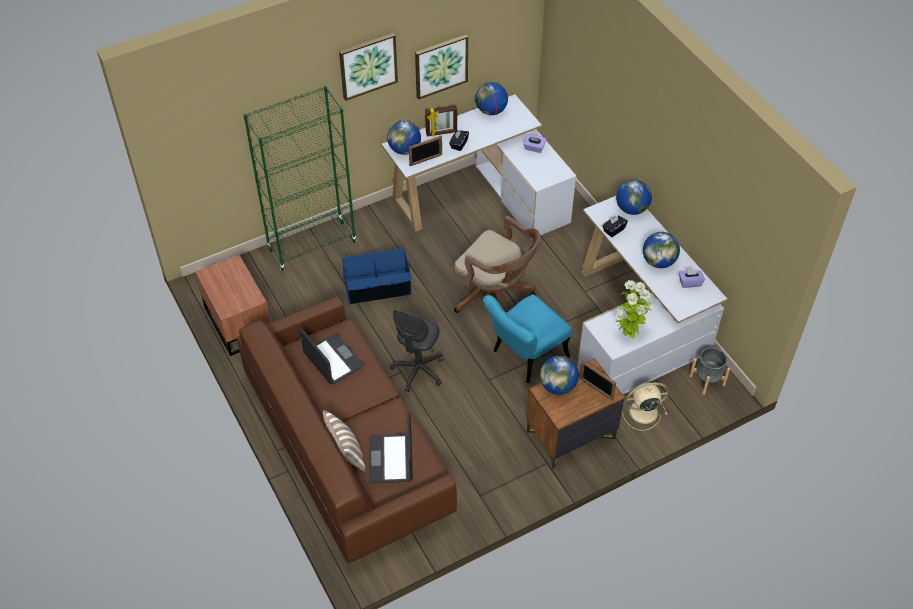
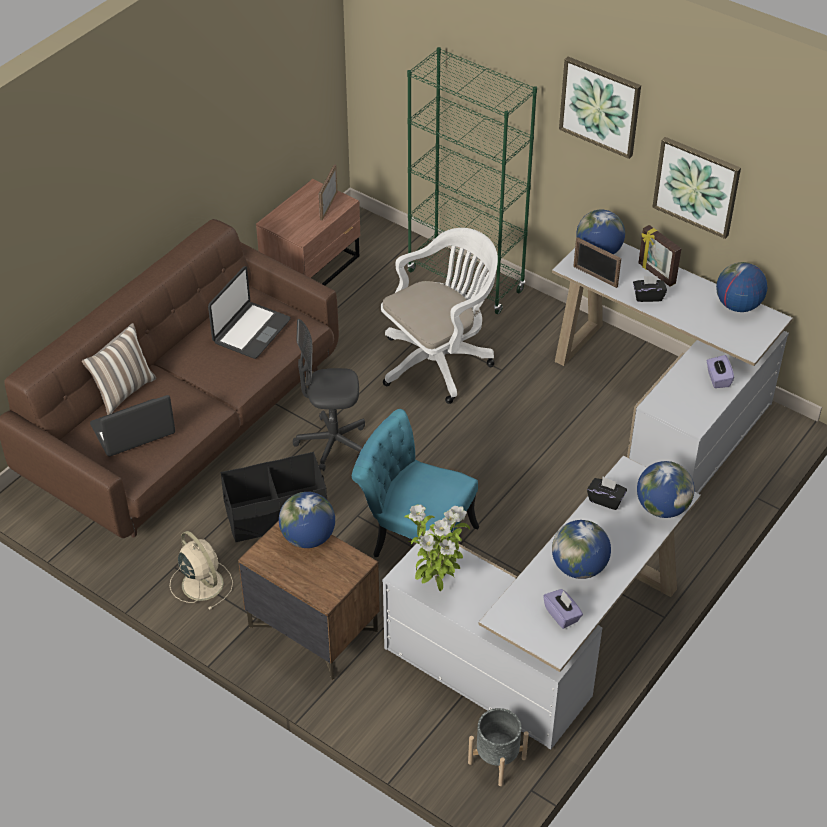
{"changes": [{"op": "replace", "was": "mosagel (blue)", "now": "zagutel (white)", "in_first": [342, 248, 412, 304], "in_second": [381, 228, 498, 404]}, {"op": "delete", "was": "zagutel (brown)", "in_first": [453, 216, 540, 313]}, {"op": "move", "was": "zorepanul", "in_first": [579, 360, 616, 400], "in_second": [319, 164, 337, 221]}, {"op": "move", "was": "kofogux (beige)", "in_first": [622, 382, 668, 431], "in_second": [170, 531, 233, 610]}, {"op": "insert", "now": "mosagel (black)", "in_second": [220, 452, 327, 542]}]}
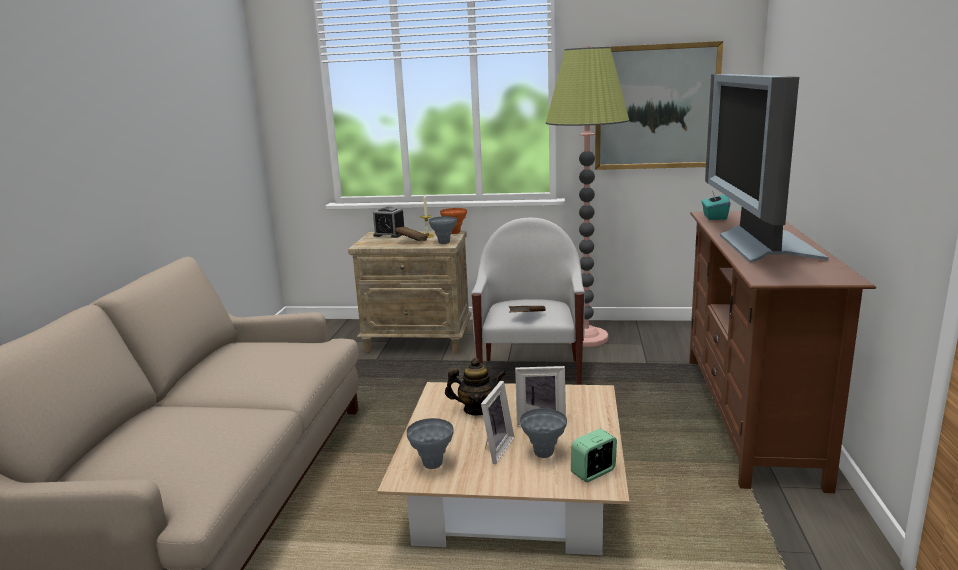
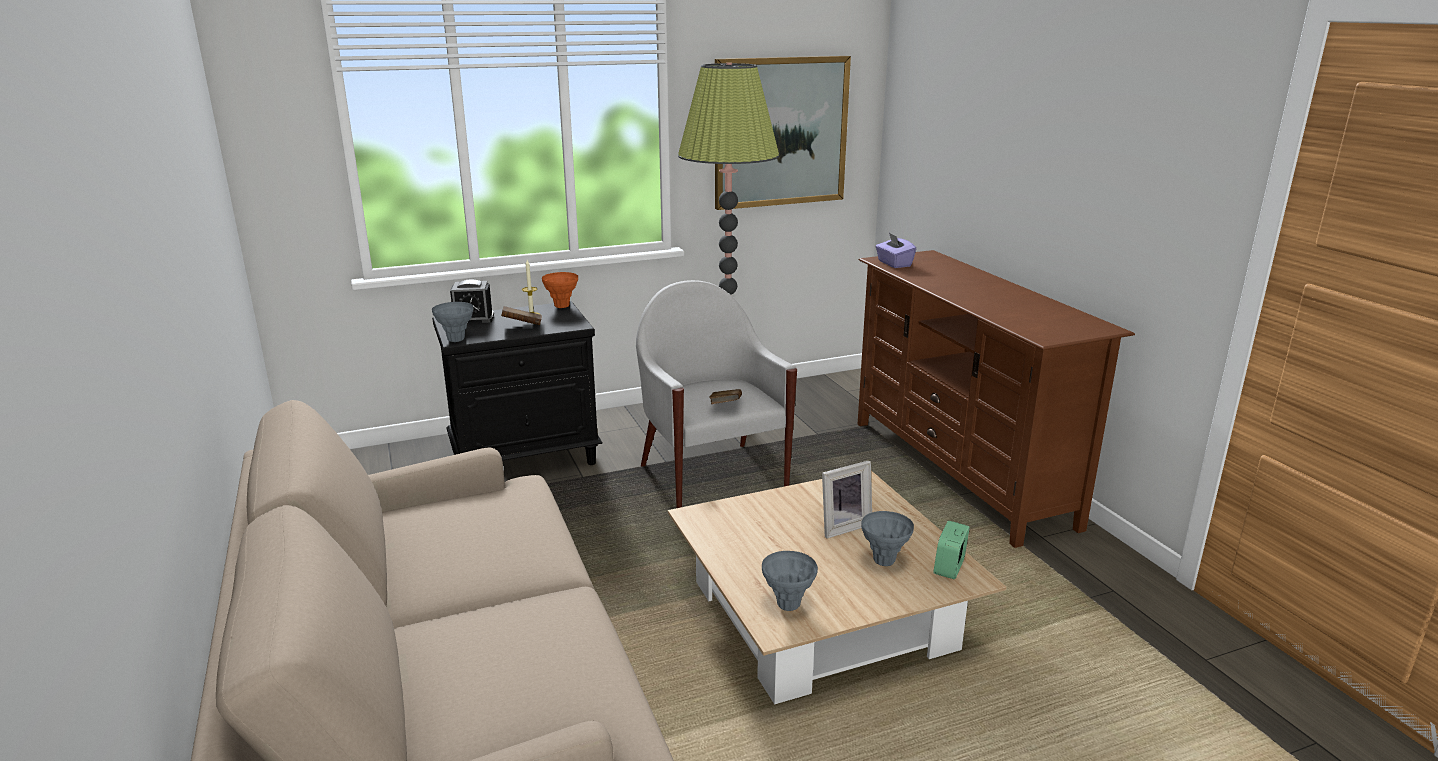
{"changes": [{"op": "recolor", "was": "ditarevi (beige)", "now": "ditarevi (black)", "in_first": [348, 231, 472, 354], "in_second": [432, 301, 603, 465]}, {"op": "move", "was": "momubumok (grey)", "in_first": [429, 216, 457, 244], "in_second": [432, 302, 473, 342]}, {"op": "delete", "was": "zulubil", "in_first": [445, 358, 507, 416]}, {"op": "delete", "was": "zorepanul", "in_first": [481, 381, 514, 464]}, {"op": "recolor", "was": "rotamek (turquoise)", "now": "rotamek (purple)", "in_first": [702, 190, 730, 220], "in_second": [876, 233, 916, 268]}, {"op": "delete", "was": "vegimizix", "in_first": [705, 74, 829, 263]}]}
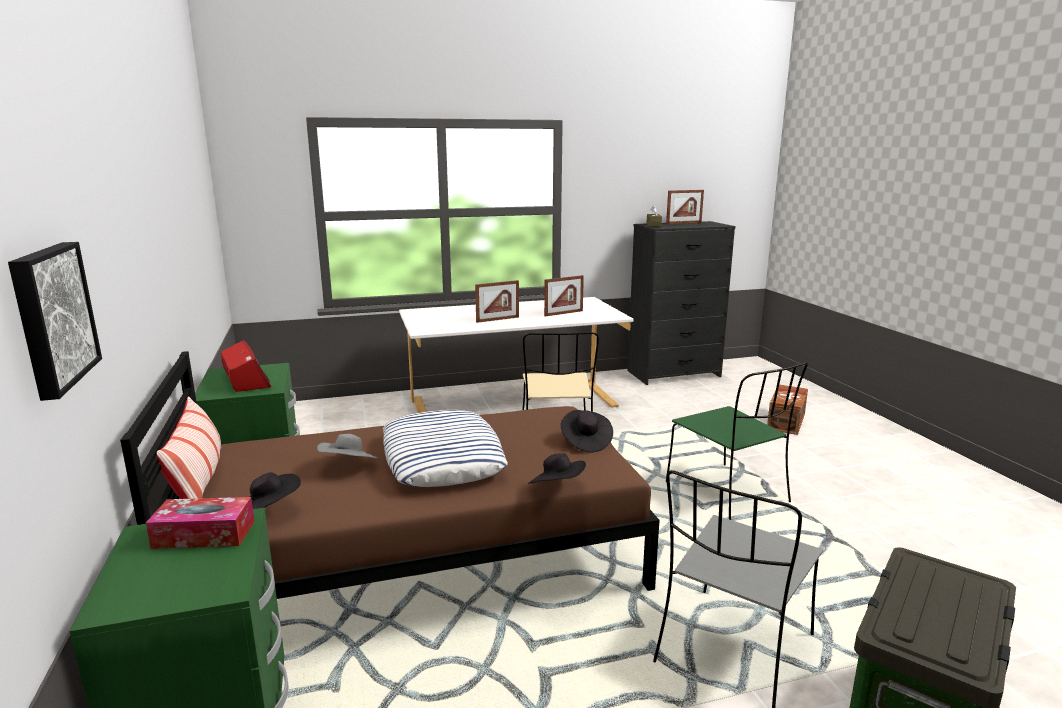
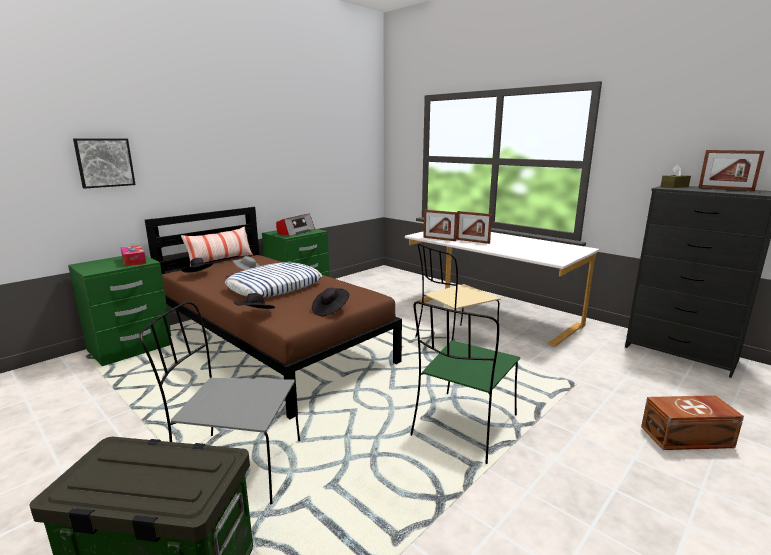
{"changes": [{"op": "move", "was": "zorepanul", "in_first": [544, 275, 584, 317], "in_second": [423, 210, 458, 241]}]}
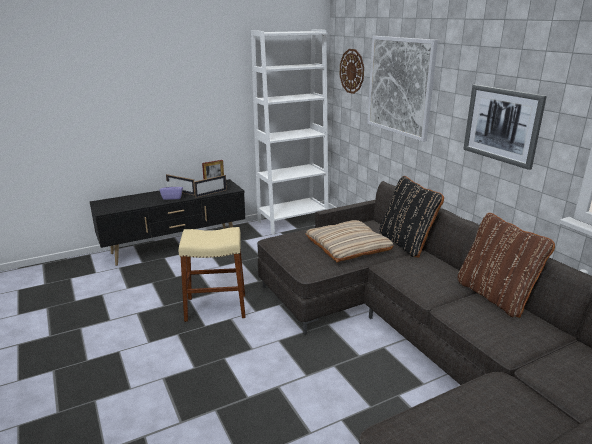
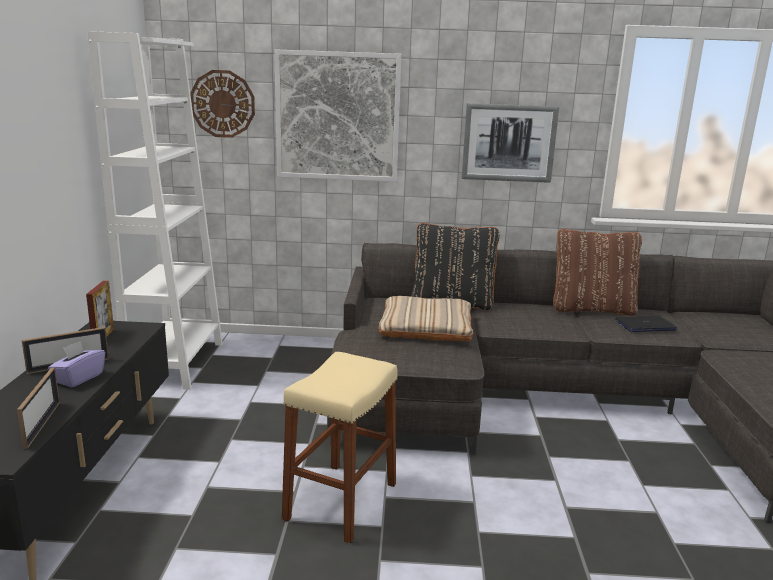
{"changes": [{"op": "move", "was": "zorepanul", "in_first": [194, 175, 227, 198], "in_second": [17, 367, 60, 449]}, {"op": "insert", "now": "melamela", "in_second": [615, 316, 677, 332]}]}
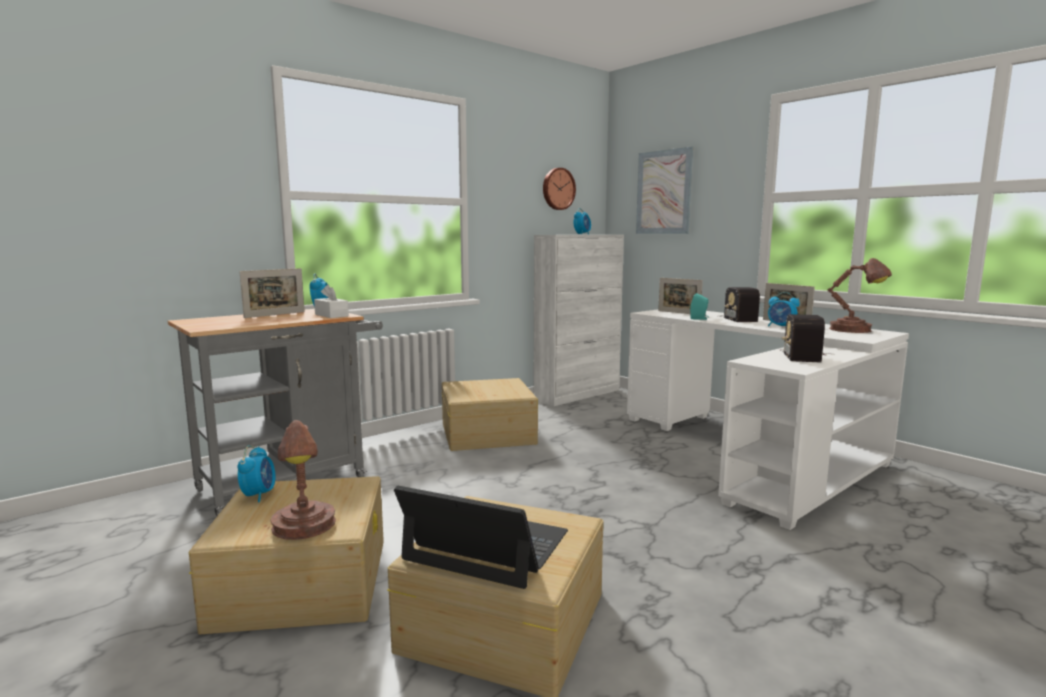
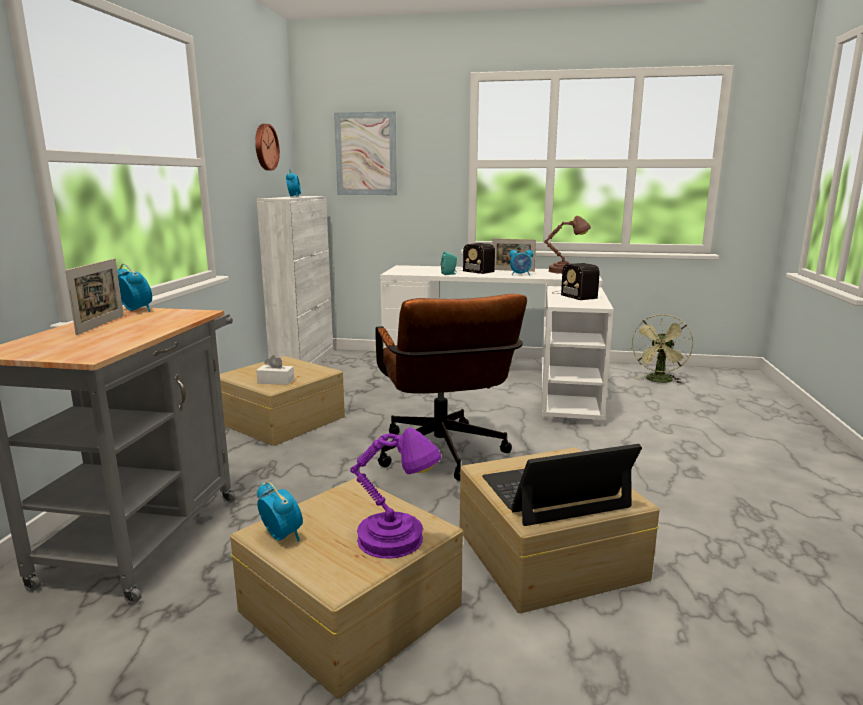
{"changes": [{"op": "recolor", "was": "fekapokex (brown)", "now": "fekapokex (purple)", "in_first": [271, 420, 336, 540], "in_second": [350, 428, 441, 559]}, {"op": "move", "was": "rotamek (white)", "in_first": [314, 285, 349, 318], "in_second": [256, 355, 294, 385]}, {"op": "delete", "was": "zorepanul", "in_first": [658, 278, 703, 314]}, {"op": "insert", "now": "zagutel (brown)", "in_second": [375, 294, 527, 481]}, {"op": "insert", "now": "kofogux (green)", "in_second": [631, 314, 693, 384]}]}
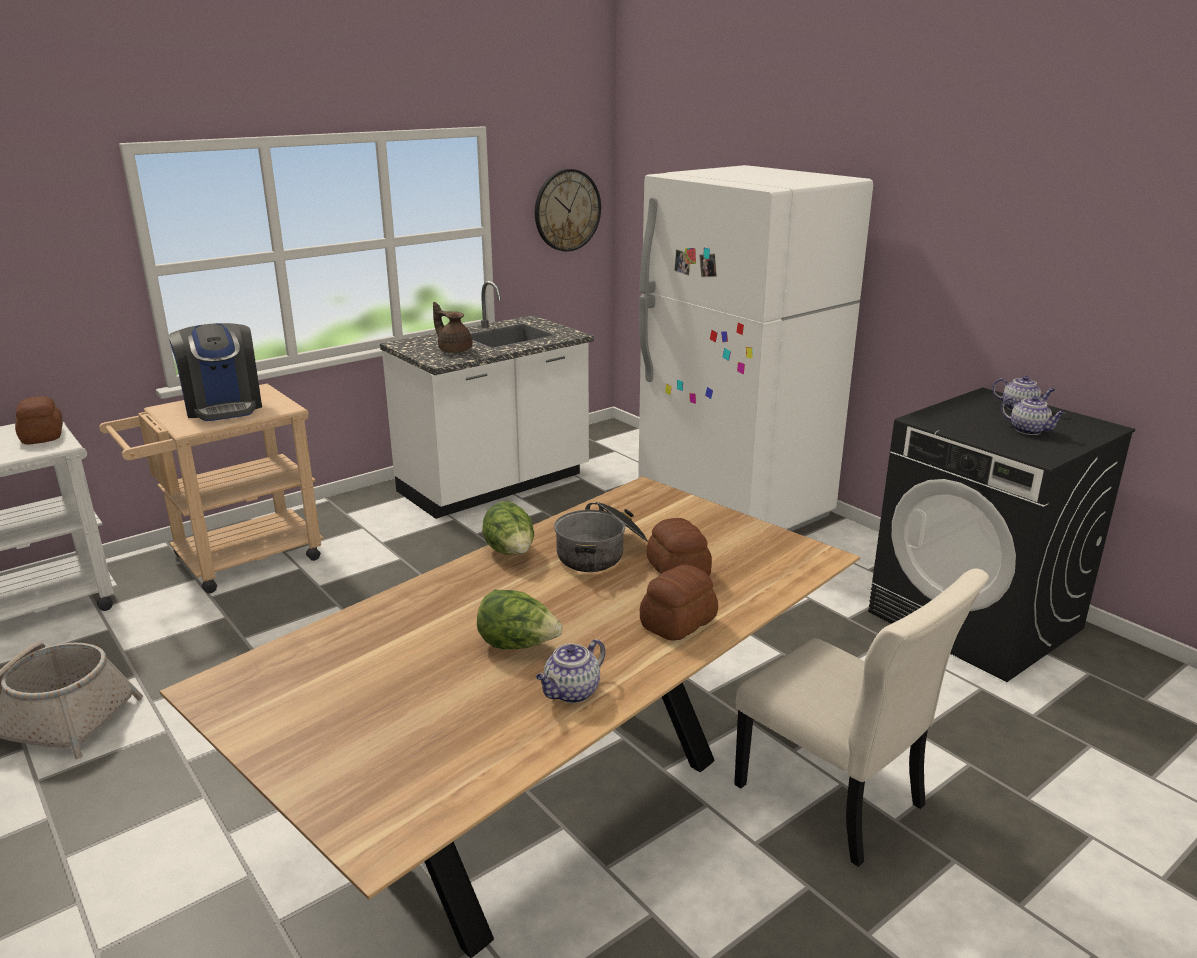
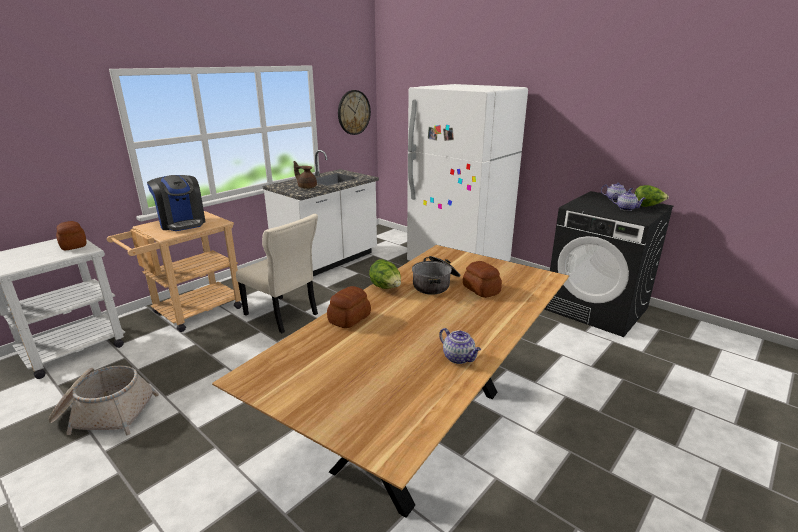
{"changes": [{"op": "move", "was": "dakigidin", "in_first": [477, 590, 563, 649], "in_second": [634, 185, 669, 207]}, {"op": "rotate", "was": "zulubil", "in_first": [536, 639, 605, 703], "in_second": [439, 328, 481, 364], "clockwise": -75}, {"op": "move", "was": "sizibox", "in_first": [640, 565, 718, 641], "in_second": [327, 286, 371, 328]}, {"op": "move", "was": "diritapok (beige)", "in_first": [734, 568, 989, 867], "in_second": [236, 214, 318, 333]}]}
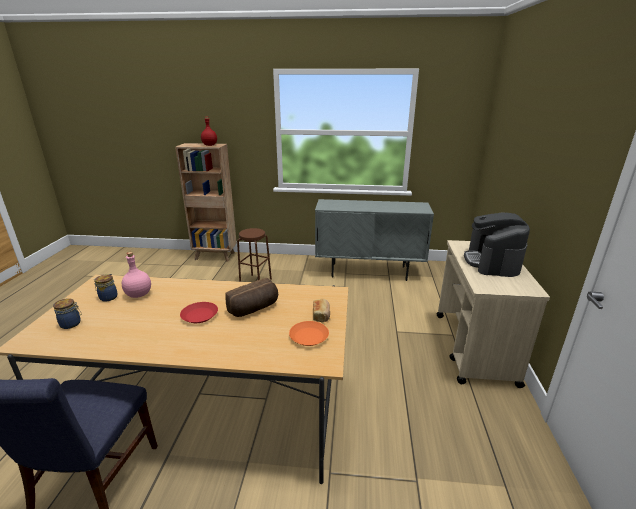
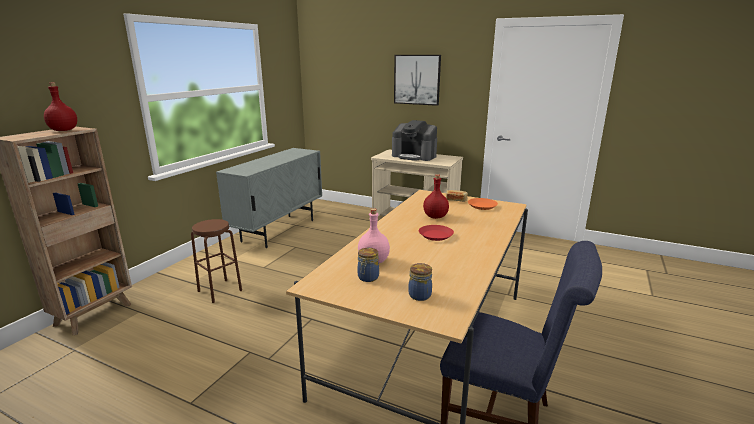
{"changes": [{"op": "replace", "was": "sizibox", "now": "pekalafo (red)", "in_first": [225, 278, 278, 317], "in_second": [423, 174, 449, 219]}, {"op": "insert", "now": "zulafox", "in_second": [394, 55, 441, 106]}]}
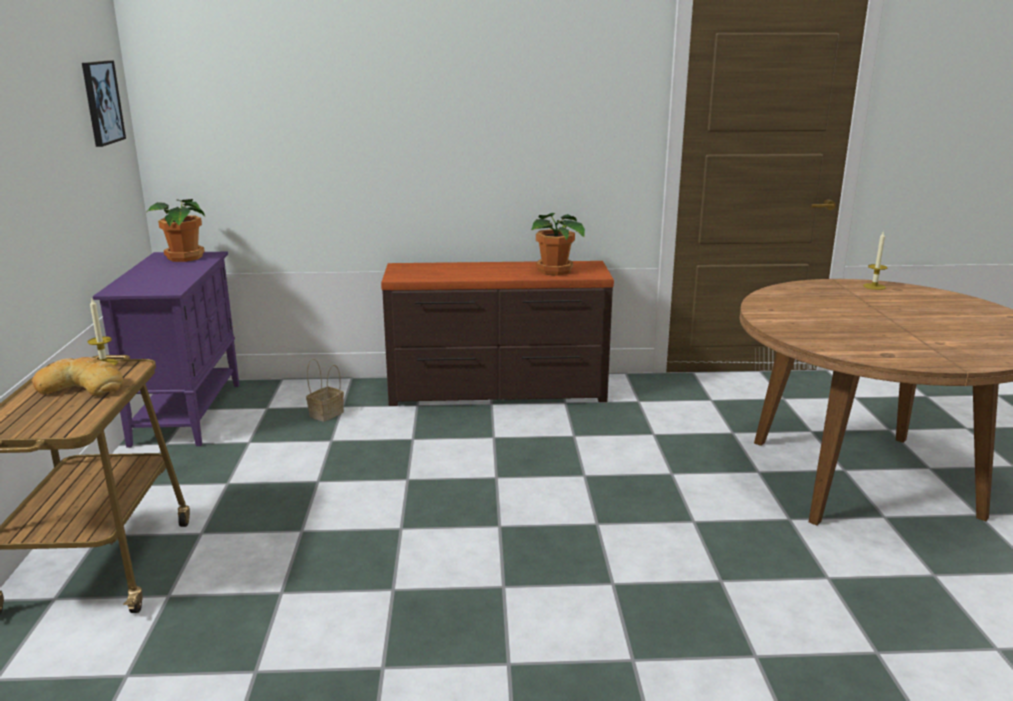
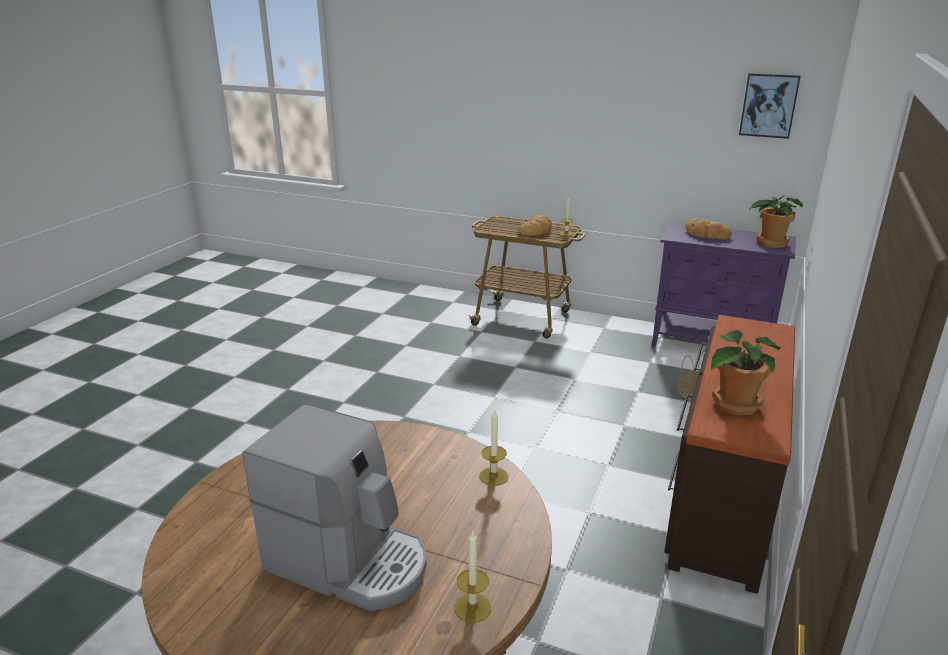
{"changes": [{"op": "insert", "now": "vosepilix", "in_second": [243, 404, 427, 611]}, {"op": "insert", "now": "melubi", "in_second": [479, 411, 508, 486]}, {"op": "insert", "now": "sizibox", "in_second": [685, 218, 732, 240]}]}
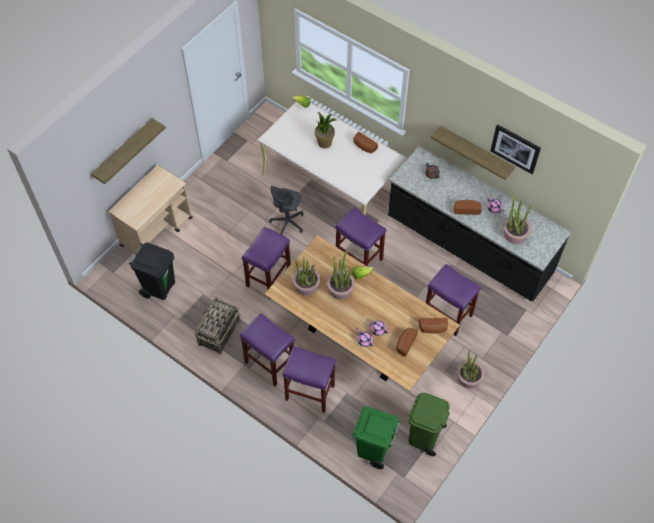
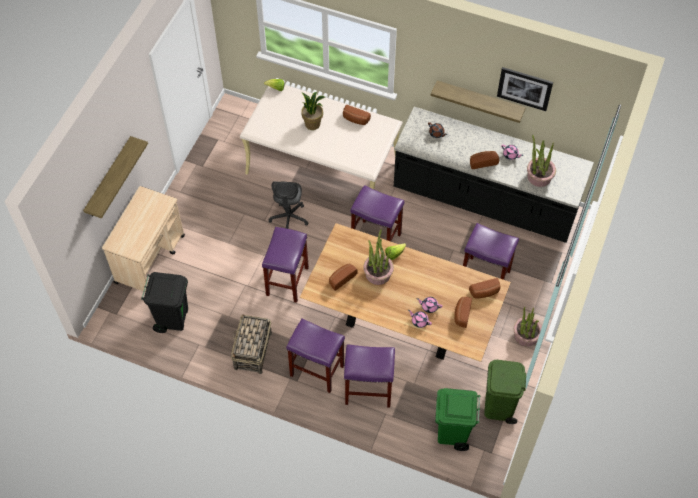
{"changes": [{"op": "replace", "was": "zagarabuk", "now": "sizibox", "in_first": [292, 257, 321, 296], "in_second": [329, 263, 358, 291]}]}
